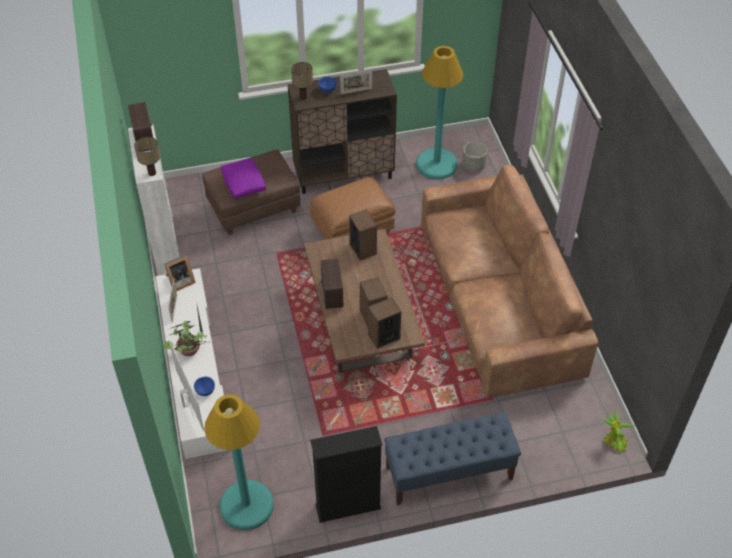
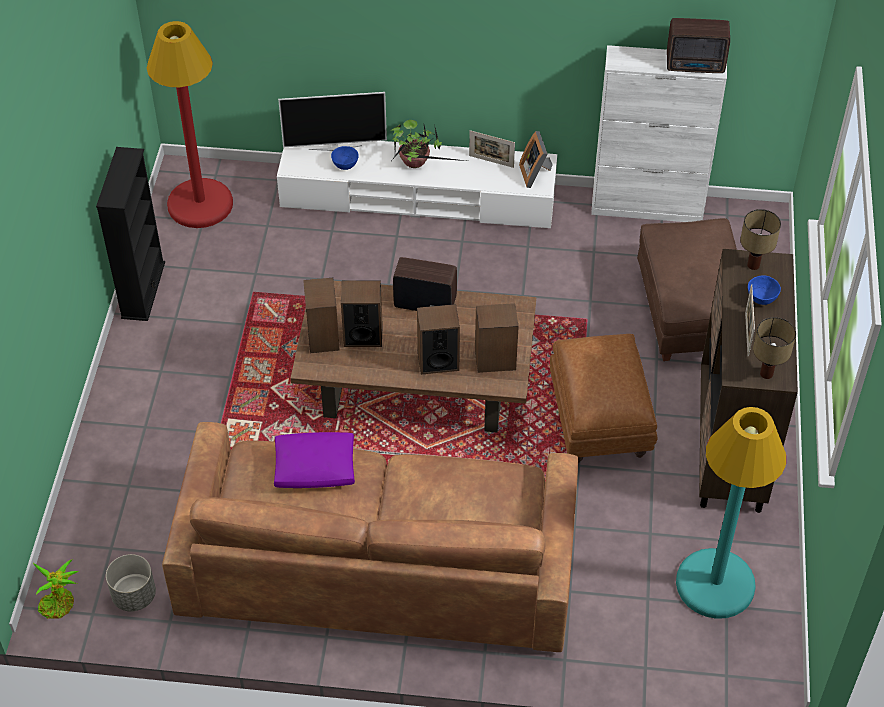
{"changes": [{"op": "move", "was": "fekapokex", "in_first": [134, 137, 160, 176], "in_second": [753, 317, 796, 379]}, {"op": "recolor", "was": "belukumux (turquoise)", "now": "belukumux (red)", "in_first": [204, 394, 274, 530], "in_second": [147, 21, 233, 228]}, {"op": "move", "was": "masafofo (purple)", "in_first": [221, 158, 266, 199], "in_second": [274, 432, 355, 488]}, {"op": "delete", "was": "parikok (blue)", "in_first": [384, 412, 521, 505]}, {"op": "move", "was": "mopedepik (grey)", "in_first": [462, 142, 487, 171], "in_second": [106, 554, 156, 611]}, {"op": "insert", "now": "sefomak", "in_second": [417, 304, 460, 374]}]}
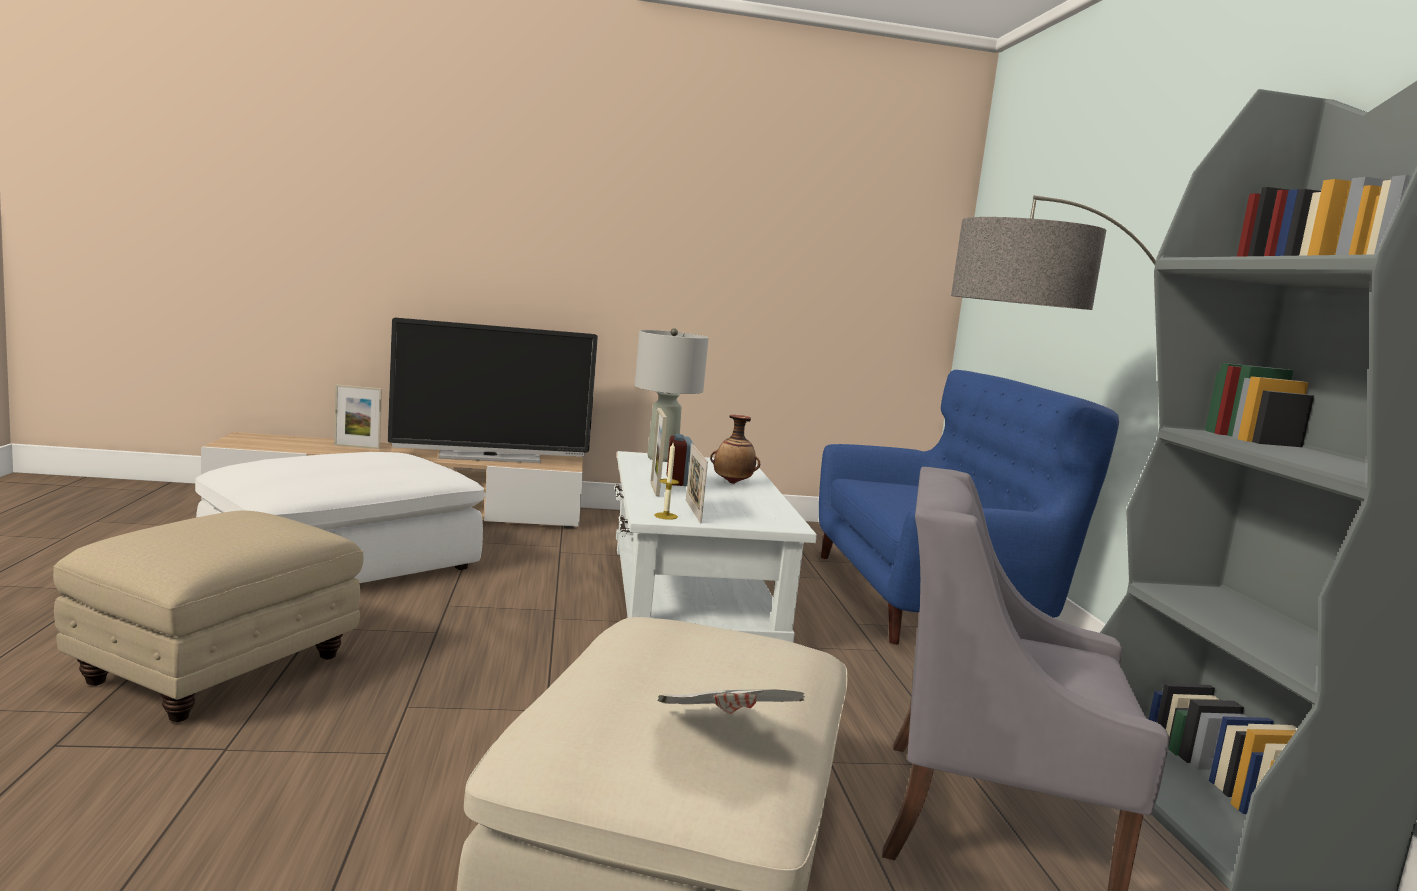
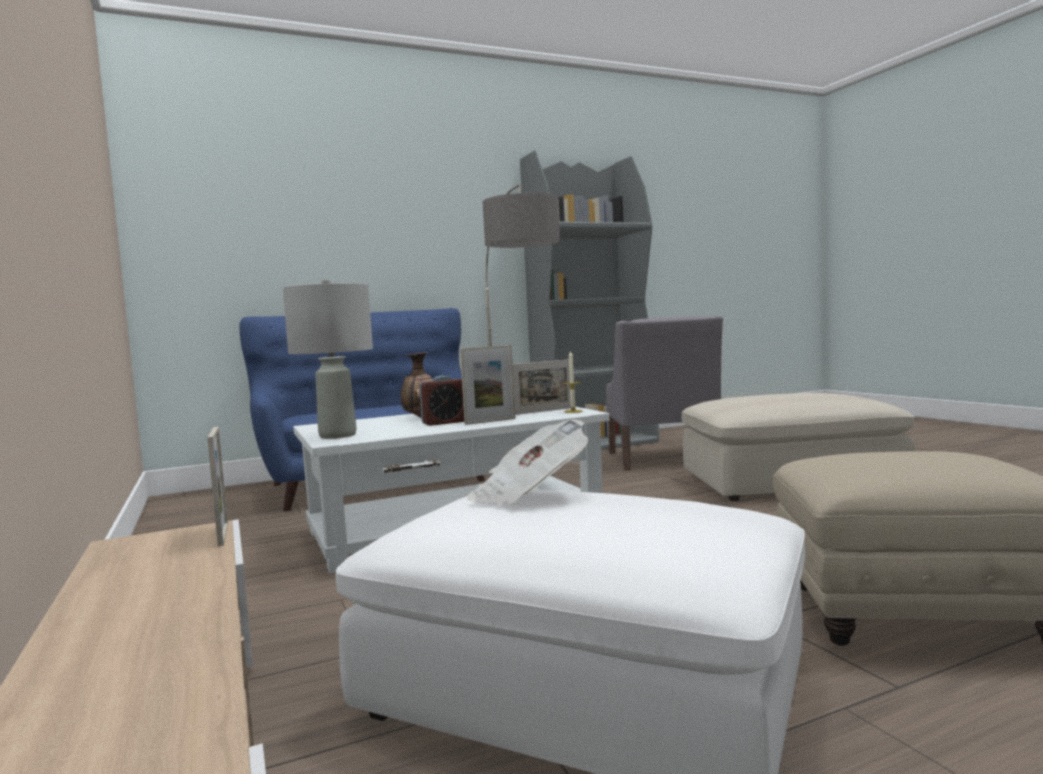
{"changes": [{"op": "move", "was": "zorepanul", "in_first": [334, 384, 382, 449], "in_second": [207, 427, 228, 546]}, {"op": "delete", "was": "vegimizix", "in_first": [388, 318, 598, 463]}, {"op": "move", "was": "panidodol", "in_first": [658, 689, 805, 714], "in_second": [467, 419, 588, 504]}]}
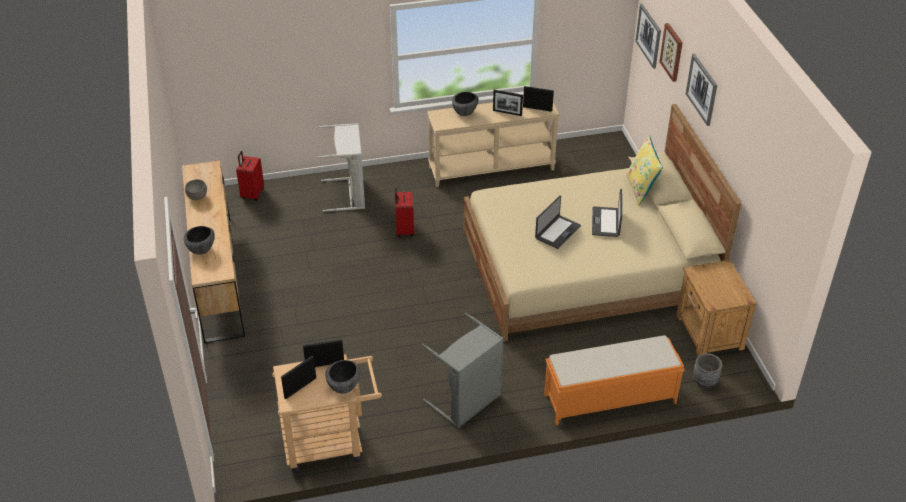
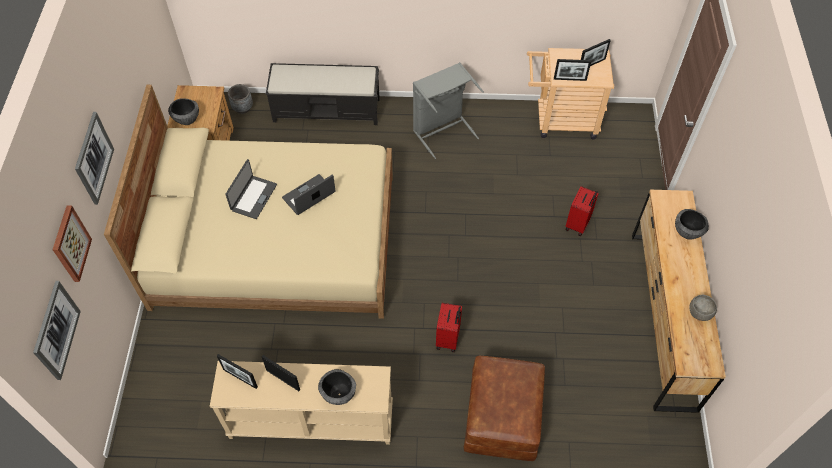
{"changes": [{"op": "move", "was": "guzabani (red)", "in_first": [236, 151, 264, 201], "in_second": [566, 186, 599, 236]}, {"op": "replace", "was": "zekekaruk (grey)", "now": "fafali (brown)", "in_first": [316, 123, 365, 212], "in_second": [464, 356, 545, 461]}, {"op": "move", "was": "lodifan", "in_first": [325, 360, 360, 394], "in_second": [168, 98, 199, 125]}, {"op": "recolor", "was": "parikok (orange)", "now": "parikok (black)", "in_first": [544, 335, 685, 426], "in_second": [266, 63, 380, 125]}, {"op": "delete", "was": "masafofo (yellow)", "in_first": [626, 135, 663, 206]}]}
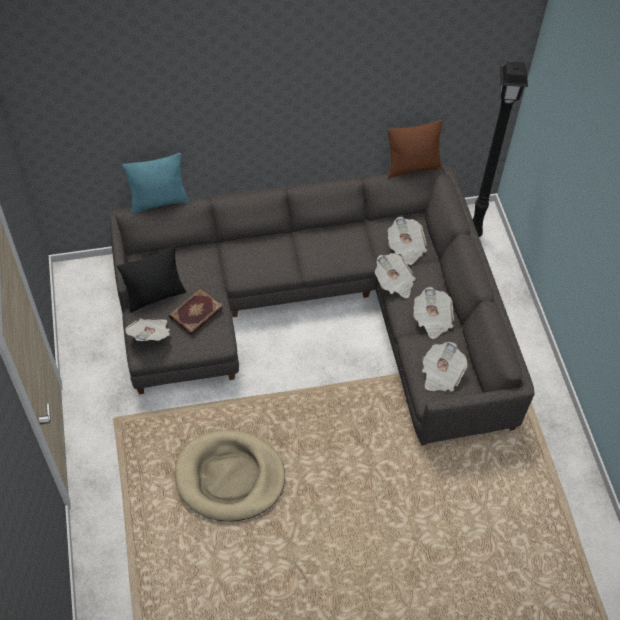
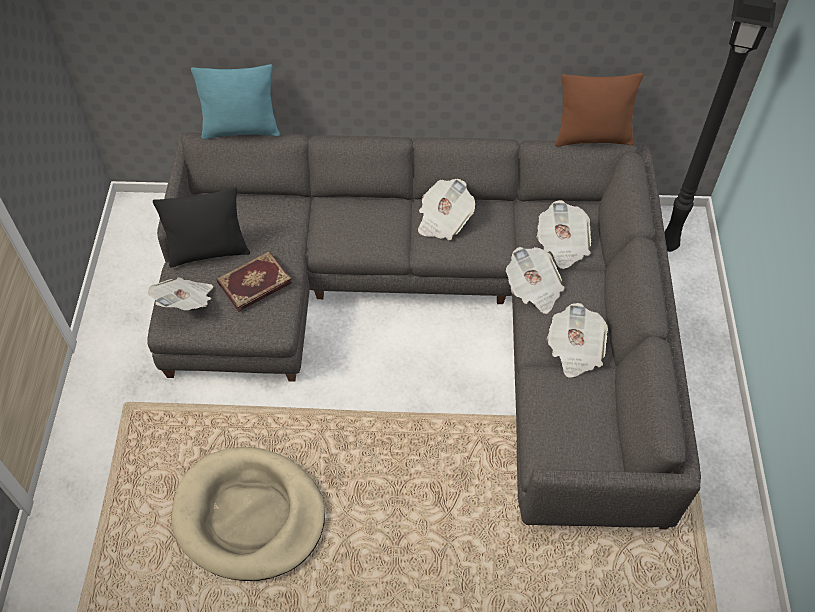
{"changes": [{"op": "move", "was": "panidodol", "in_first": [422, 342, 468, 392], "in_second": [418, 179, 475, 240]}]}
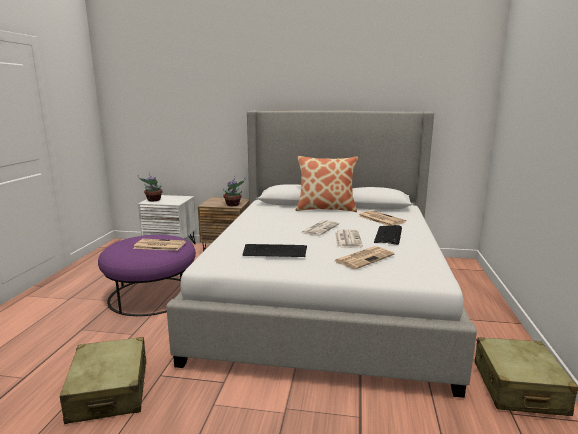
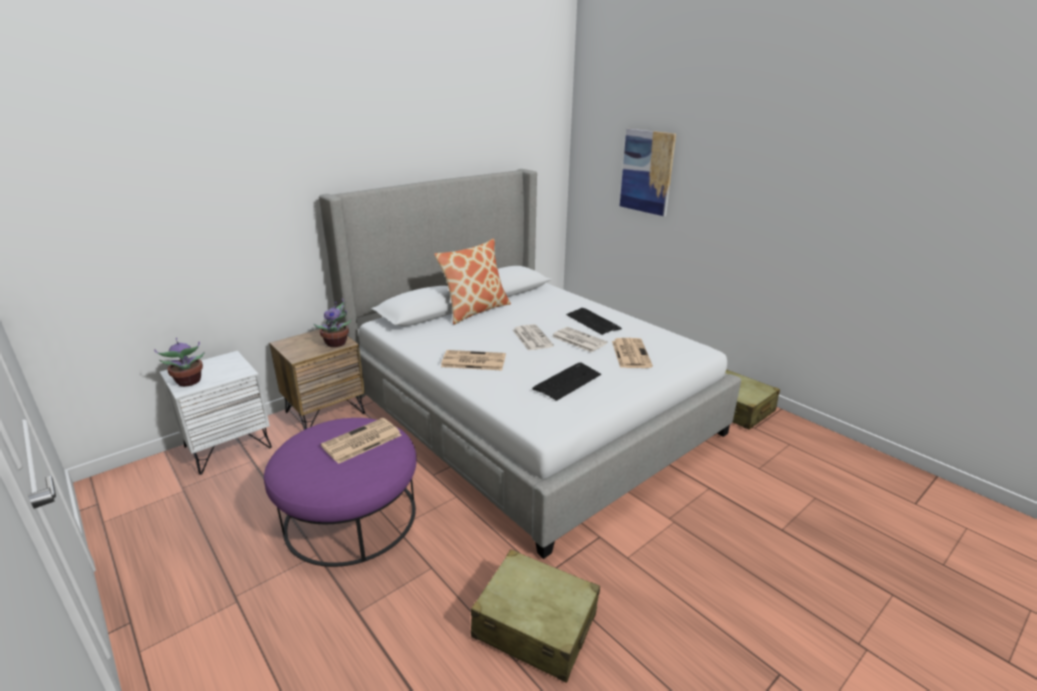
{"changes": [{"op": "move", "was": "panidodol", "in_first": [359, 210, 406, 226], "in_second": [441, 350, 506, 370]}, {"op": "insert", "now": "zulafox", "in_second": [620, 129, 676, 216]}]}
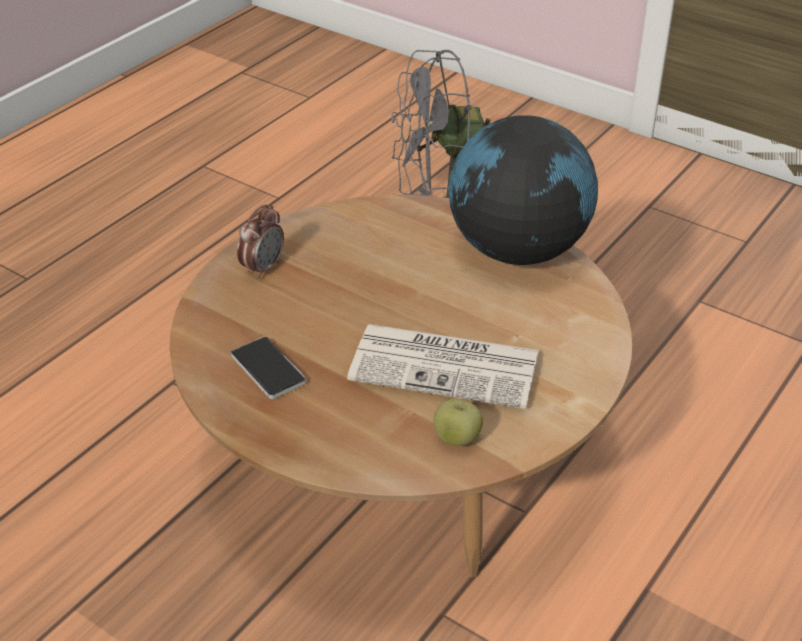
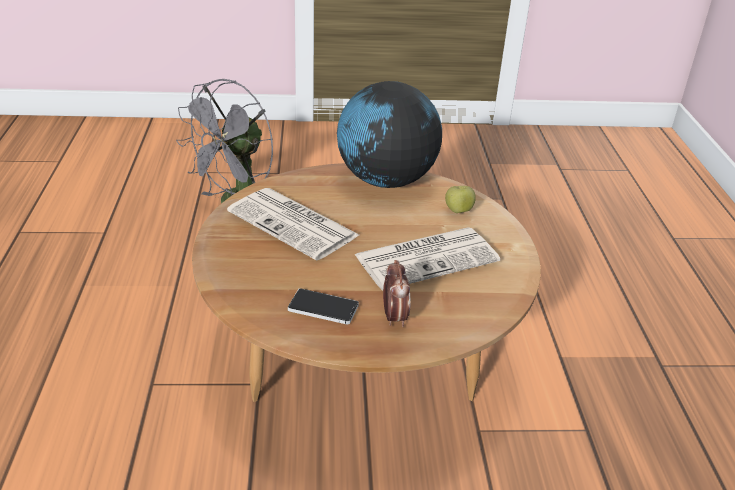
{"changes": [{"op": "move", "was": "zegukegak", "in_first": [237, 204, 284, 279], "in_second": [383, 260, 410, 327]}, {"op": "move", "was": "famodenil", "in_first": [434, 399, 483, 446], "in_second": [445, 186, 476, 213]}, {"op": "insert", "now": "panidodol", "in_second": [227, 188, 359, 261]}]}
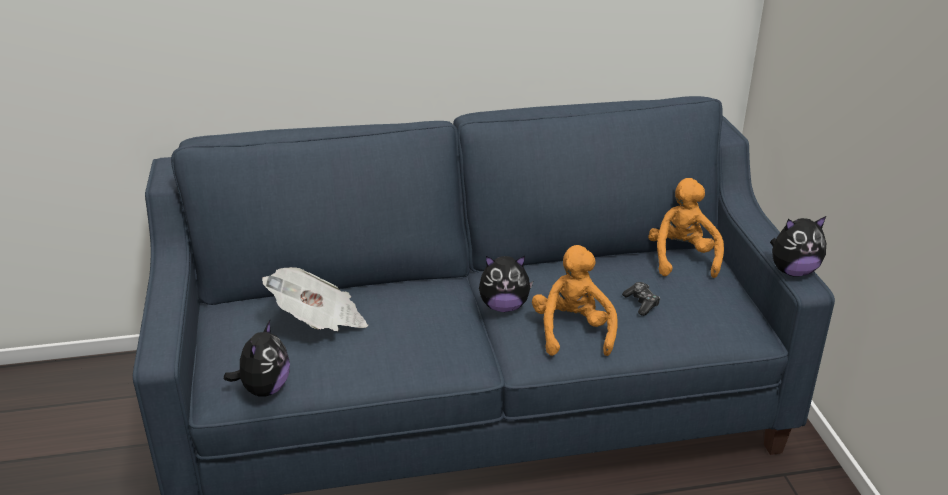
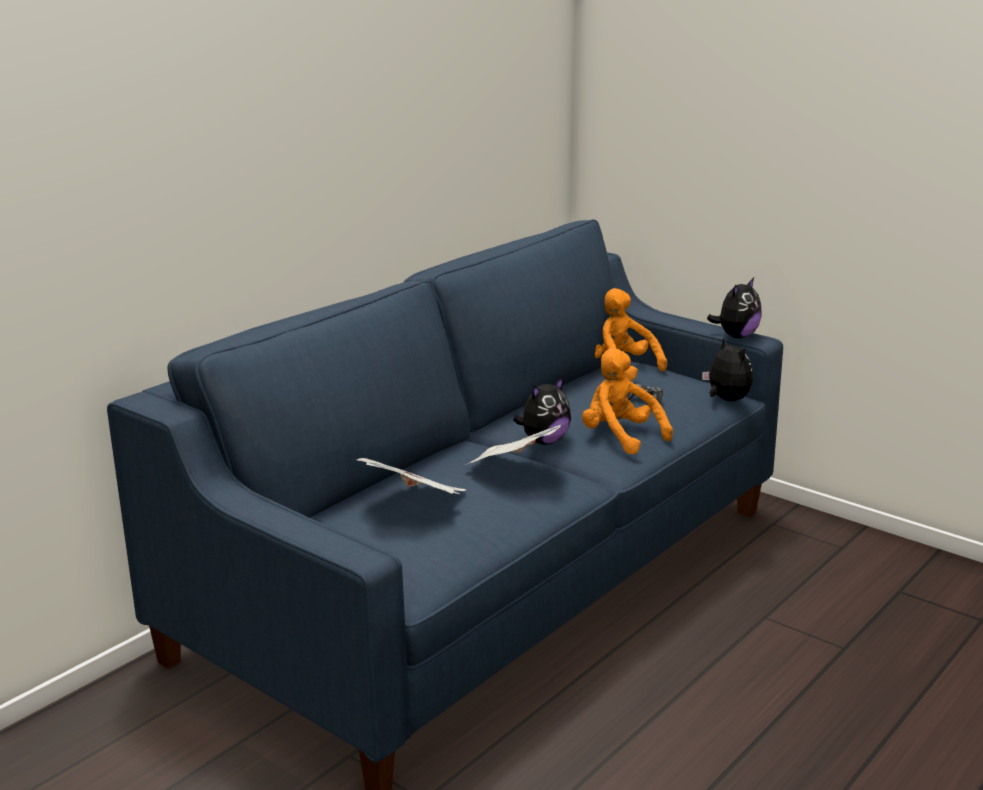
{"changes": [{"op": "move", "was": "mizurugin", "in_first": [224, 320, 290, 397], "in_second": [702, 337, 753, 401]}, {"op": "insert", "now": "panidodol", "in_second": [465, 423, 564, 465]}]}
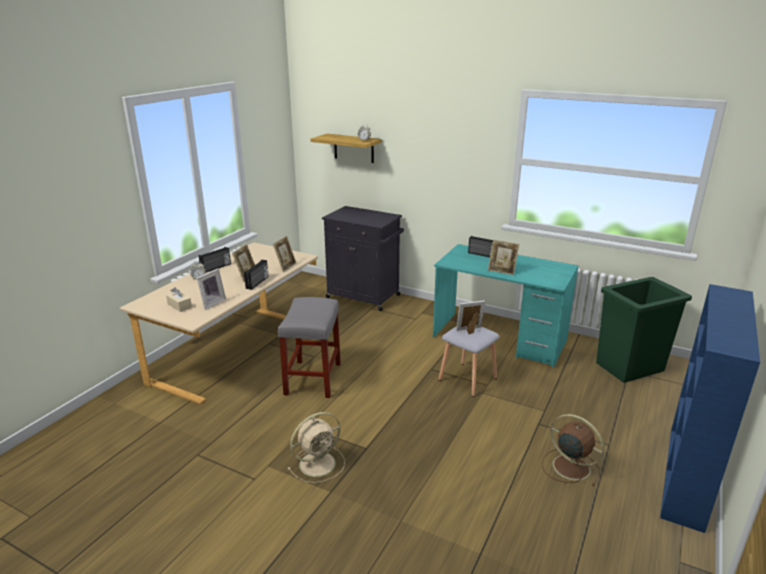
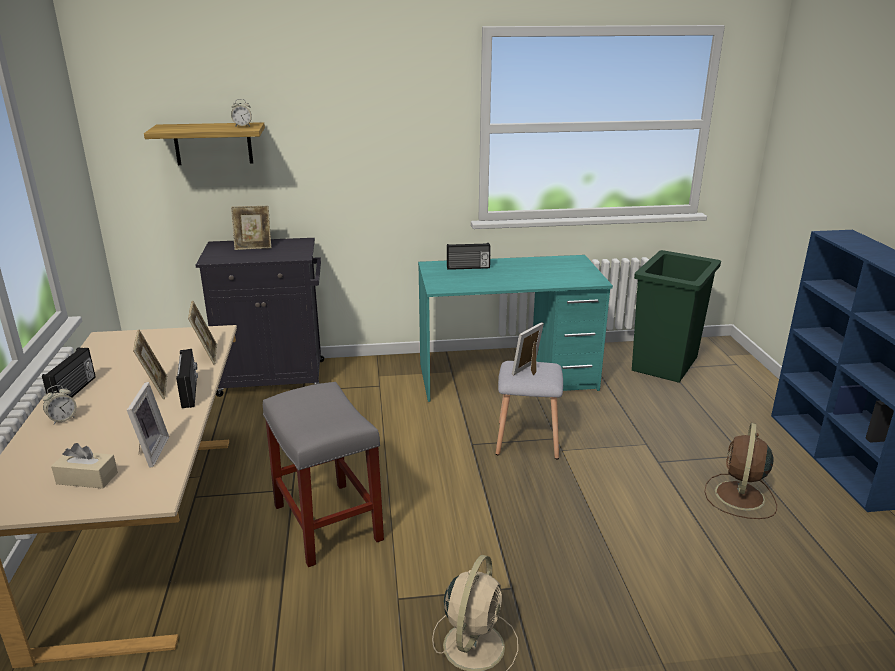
{"changes": [{"op": "move", "was": "zorepanul", "in_first": [488, 240, 519, 275], "in_second": [231, 206, 271, 250]}, {"op": "rotate", "was": "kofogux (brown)", "in_first": [542, 414, 604, 486], "in_second": [704, 423, 777, 519], "clockwise": -75}]}
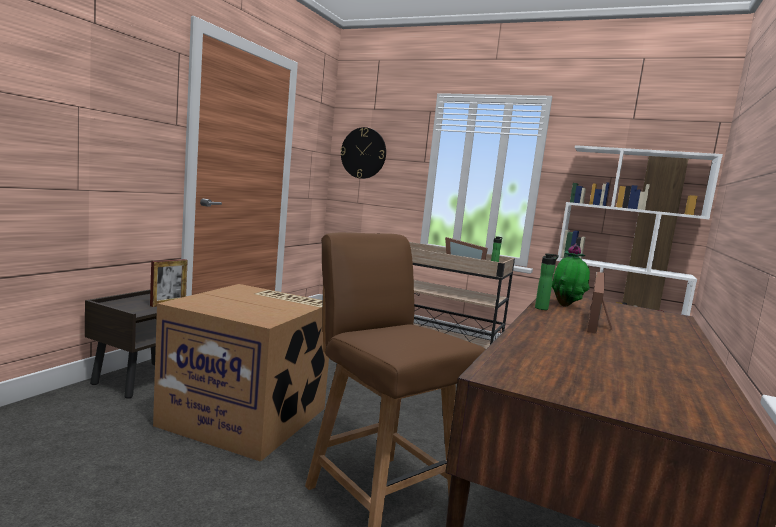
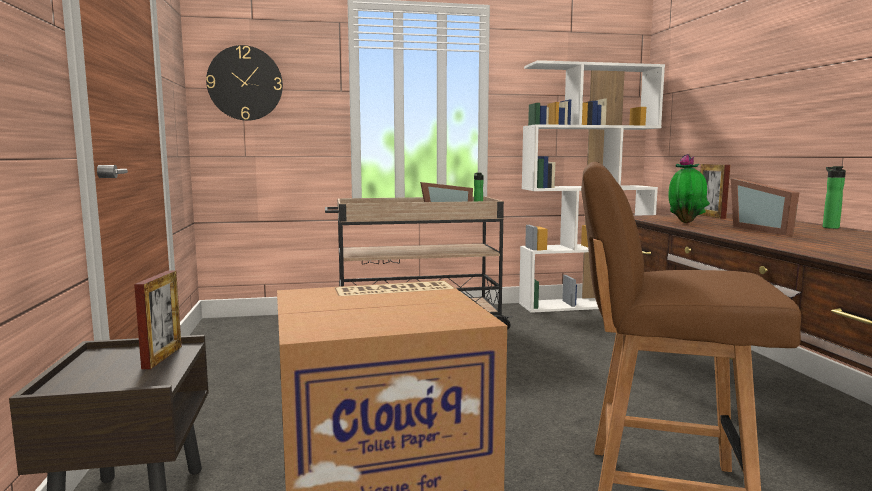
{"changes": [{"op": "move", "was": "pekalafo", "in_first": [535, 253, 559, 310], "in_second": [823, 166, 846, 229]}, {"op": "insert", "now": "zorepanul", "in_second": [700, 164, 730, 219]}]}
